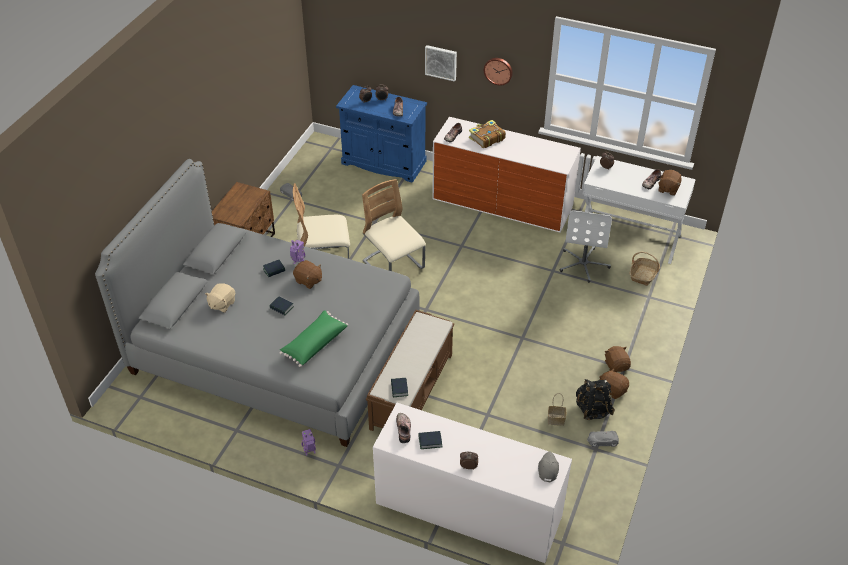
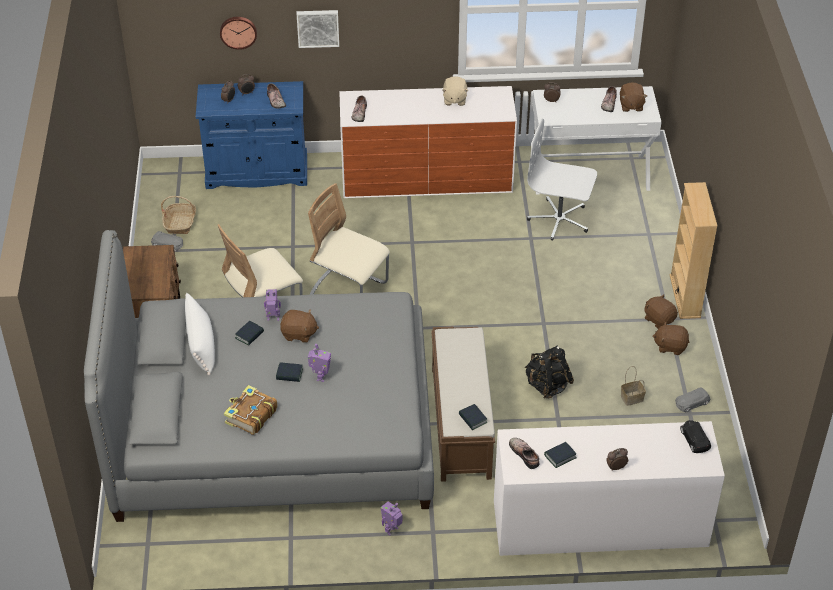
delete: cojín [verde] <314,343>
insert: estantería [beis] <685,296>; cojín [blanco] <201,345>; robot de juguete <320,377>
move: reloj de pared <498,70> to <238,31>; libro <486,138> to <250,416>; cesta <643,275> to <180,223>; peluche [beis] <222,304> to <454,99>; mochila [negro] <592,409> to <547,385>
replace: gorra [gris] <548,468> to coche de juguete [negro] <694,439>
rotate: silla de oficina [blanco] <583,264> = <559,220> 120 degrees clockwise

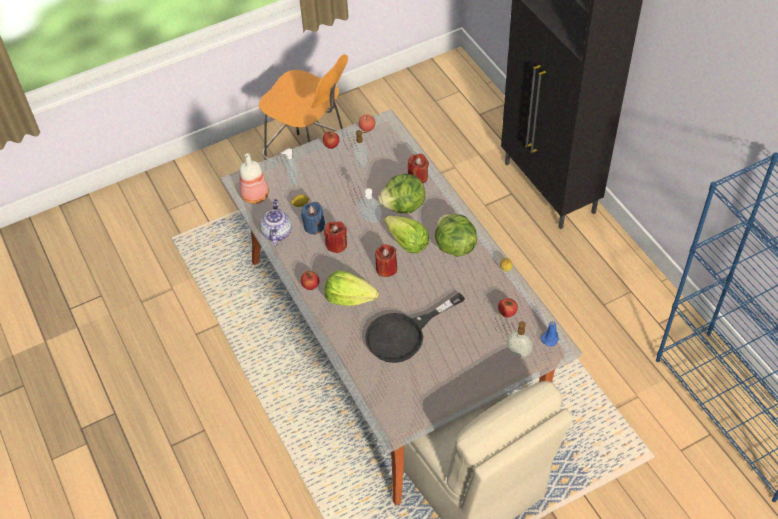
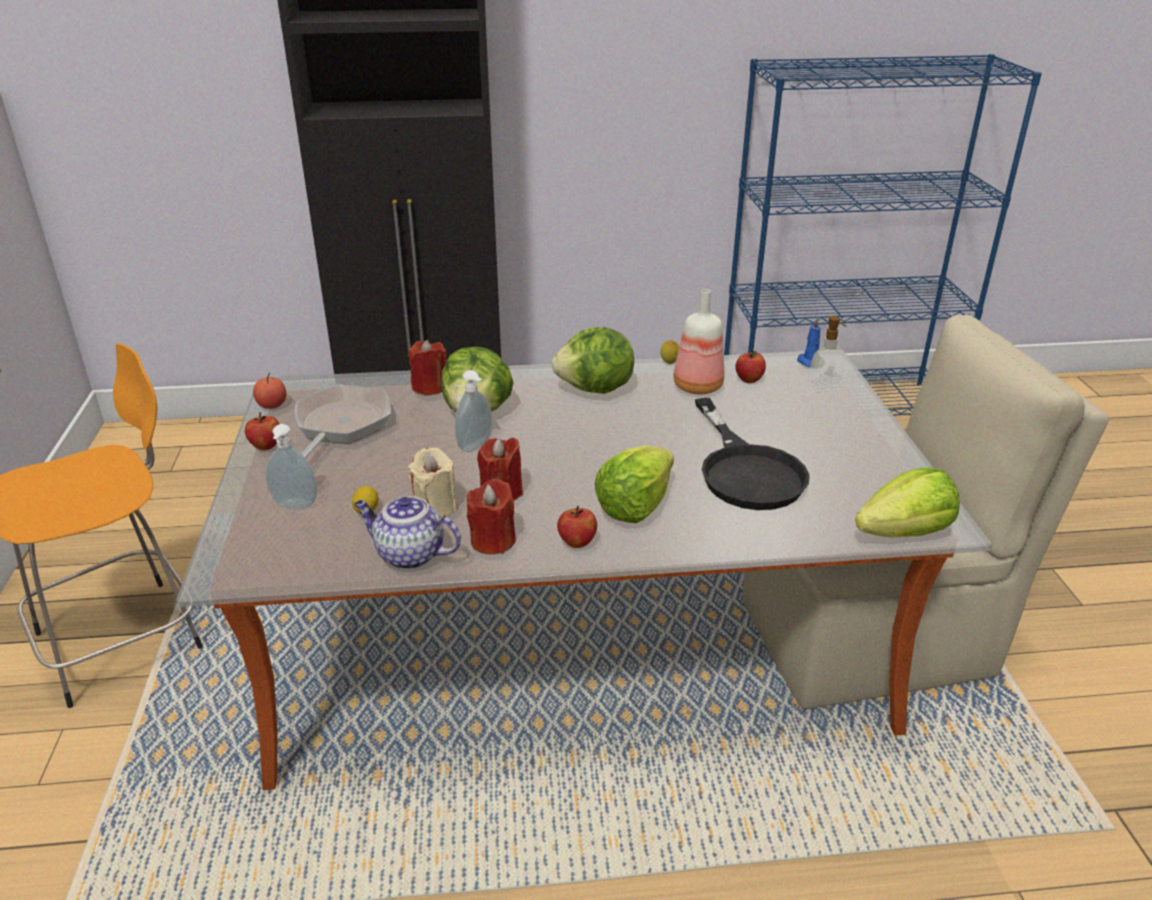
move: botella <254,195> to <696,387>; lechuga <407,243> to <904,533>; vela [rojo] <386,268> to <493,540>
replace: dispensador de jabón <361,162> to sartén <340,426>
recolor: vela [azul] <314,226> to vela [beis] <435,506>

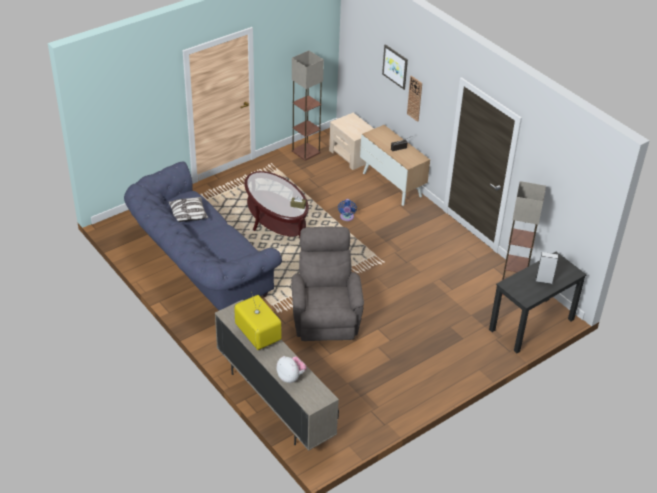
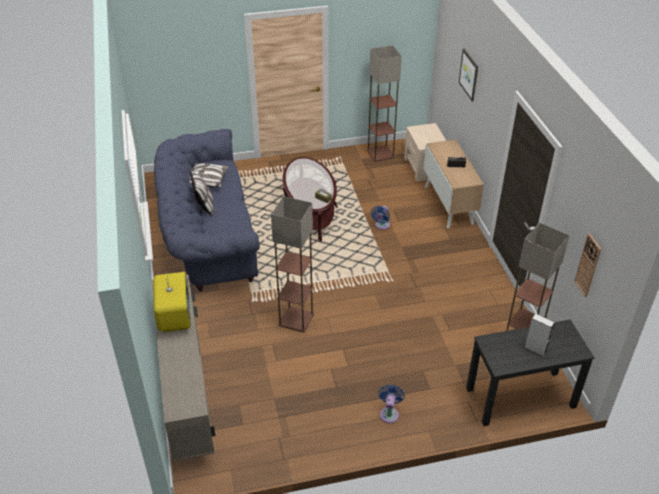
delete: peluche <291,377>
insert: cojín <204,206>; ventilador [azul] <389,413>
move: reloj de pared <415,98> to <588,265>
replace: sillón [gris] <325,316> to lámpara de pie <296,319>

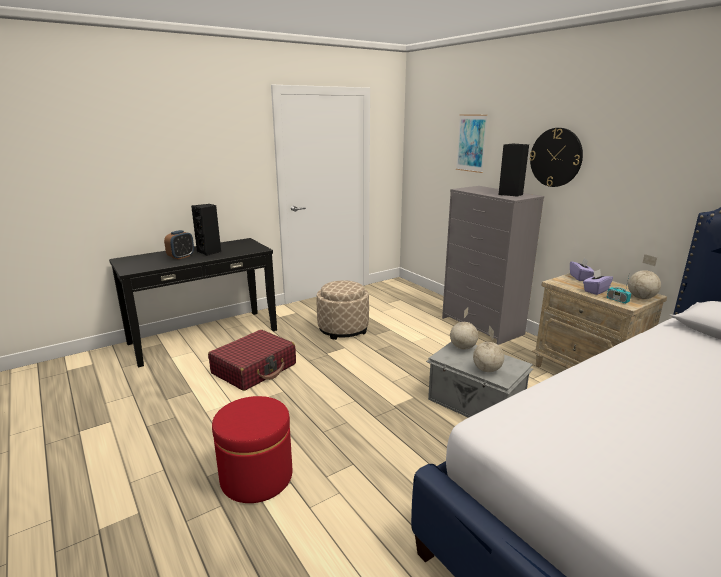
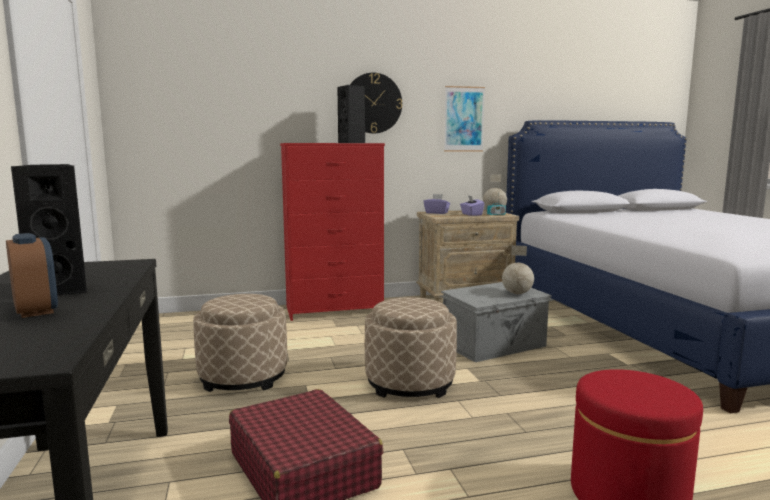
delete: globo terráqueo <462,348>
insert: puf [beis] <410,383>
move: cuadro <471,143> to <464,119>
recolor: cómoda [gris] <482,326> to cómoda [rojo] <335,310>

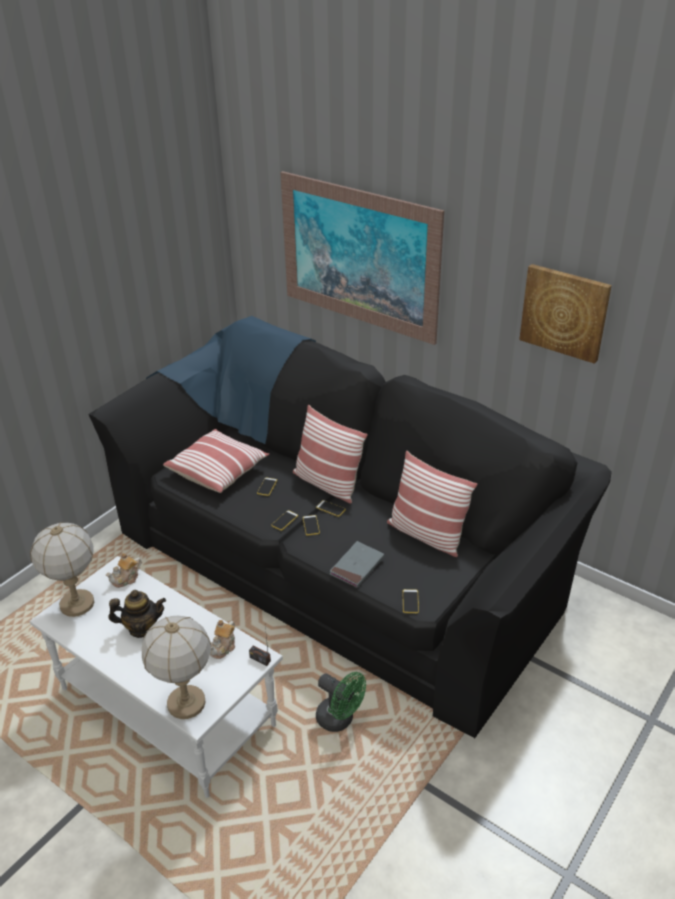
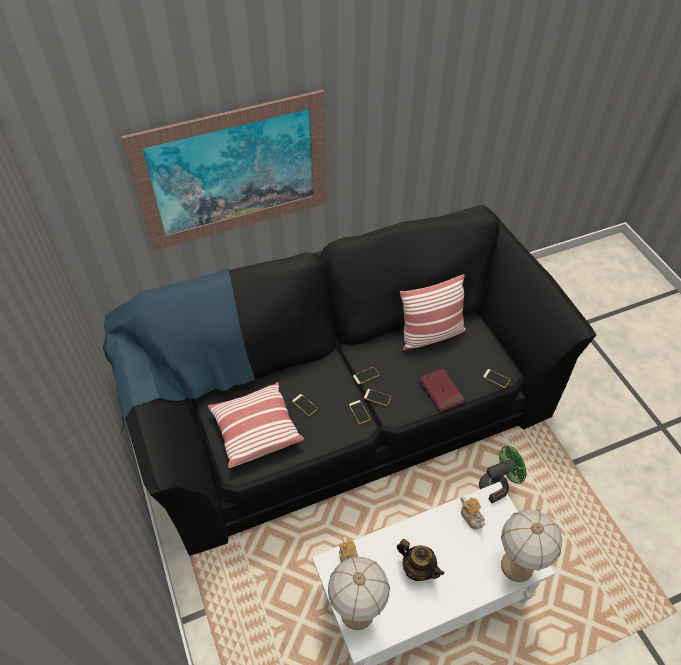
delete: cuadro <564,312>; cojín <327,484>
recolor: libro [gris] <357,566> to libro [rojo] <441,391>
rotate: tetera <142,628> = <417,569> 105 degrees clockwise

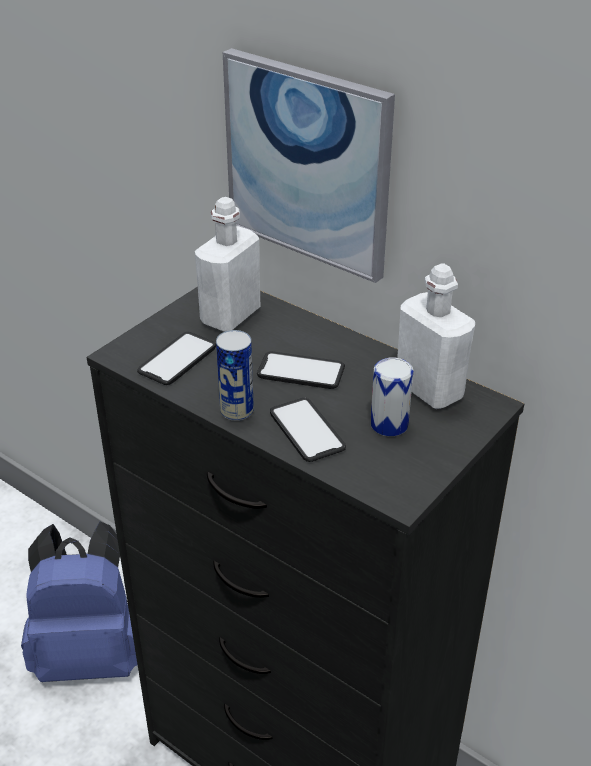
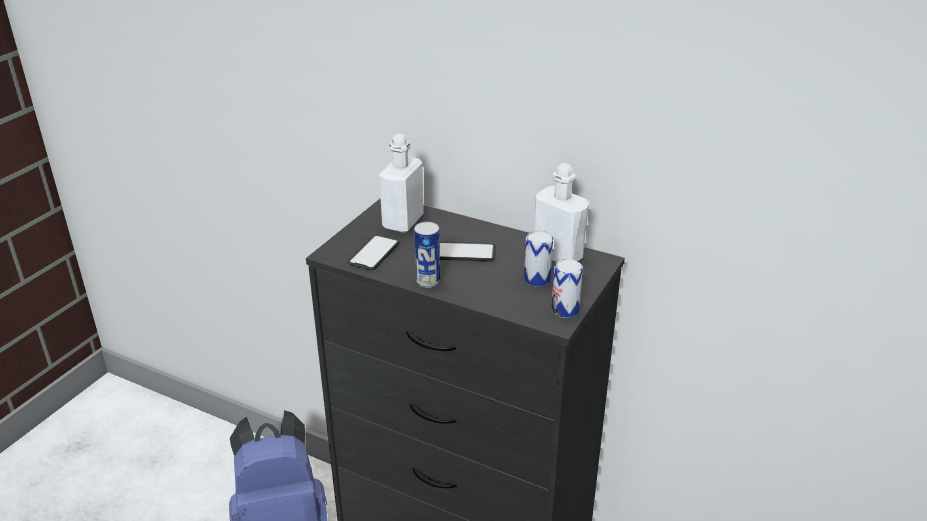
delete: cuadro <308,164>; móvil <307,430>
insert: lata <565,310>

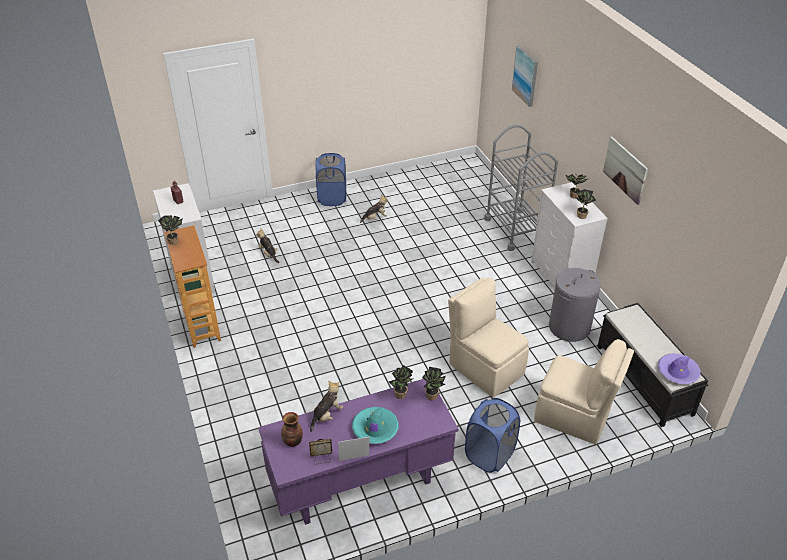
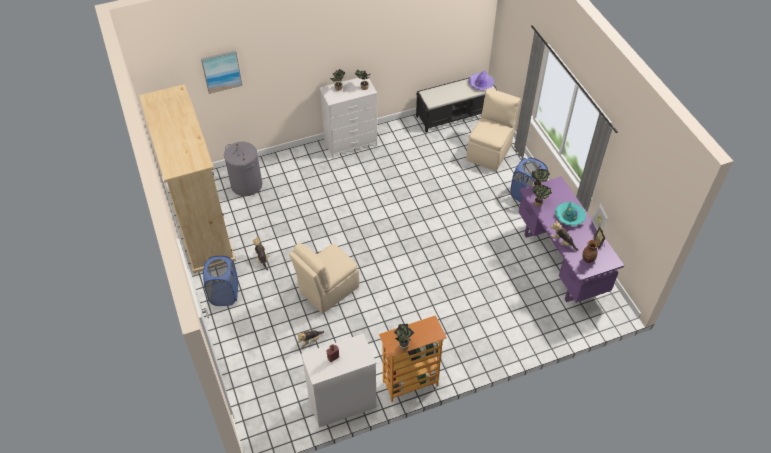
delete: carrito [gris] <515,229>; cuadro <625,170>
insert: armario ropero [beis] <201,225>
move: cesto de la ropa [gris] <569,327> to <246,185>; silla [beis] <485,368> to <327,290>

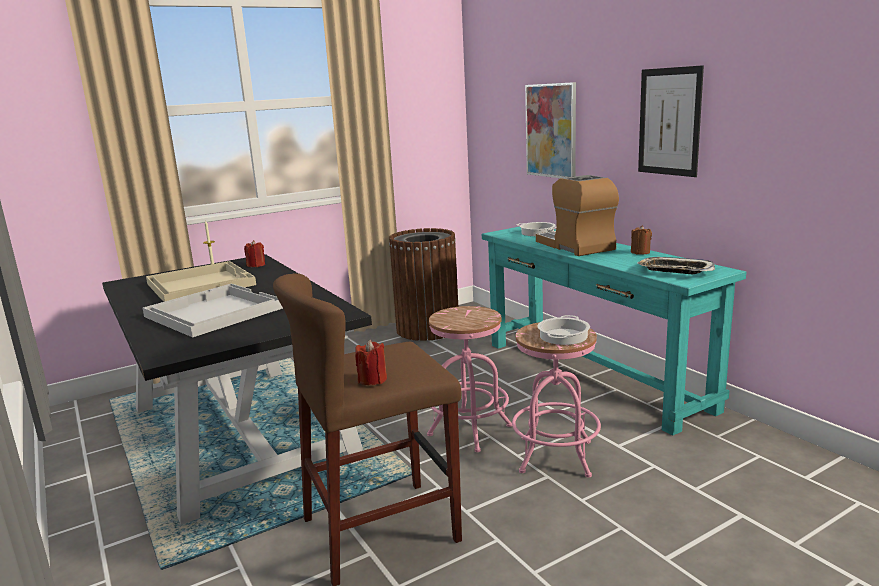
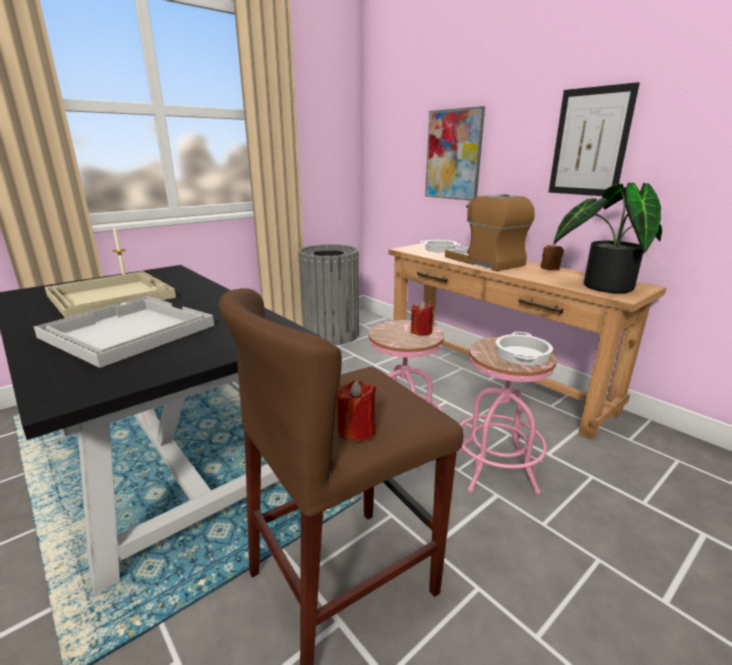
move: vela [rojo] <256,265> to <421,331>
replace: bandeja <675,270> to planta en maceta <601,286>
recolor: mesa consola [turquesa] <592,374> to mesa consola [marrón] <491,377>; papelera [marrón] <428,329> to papelera [gris] <331,334>

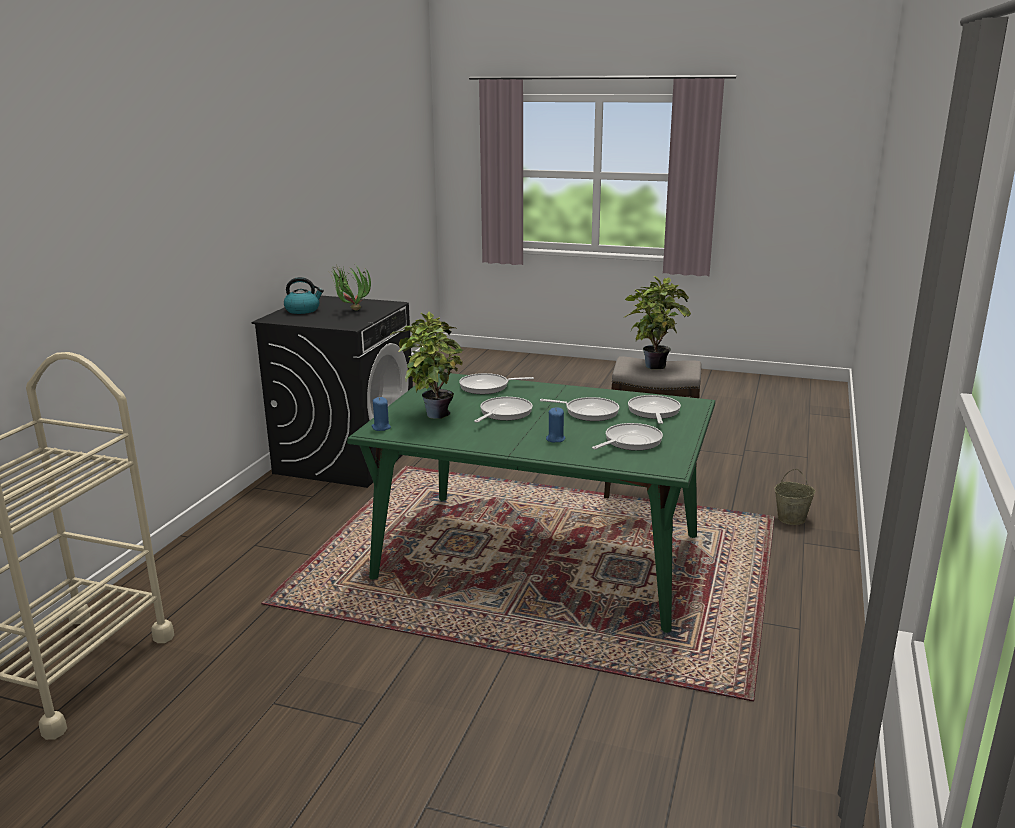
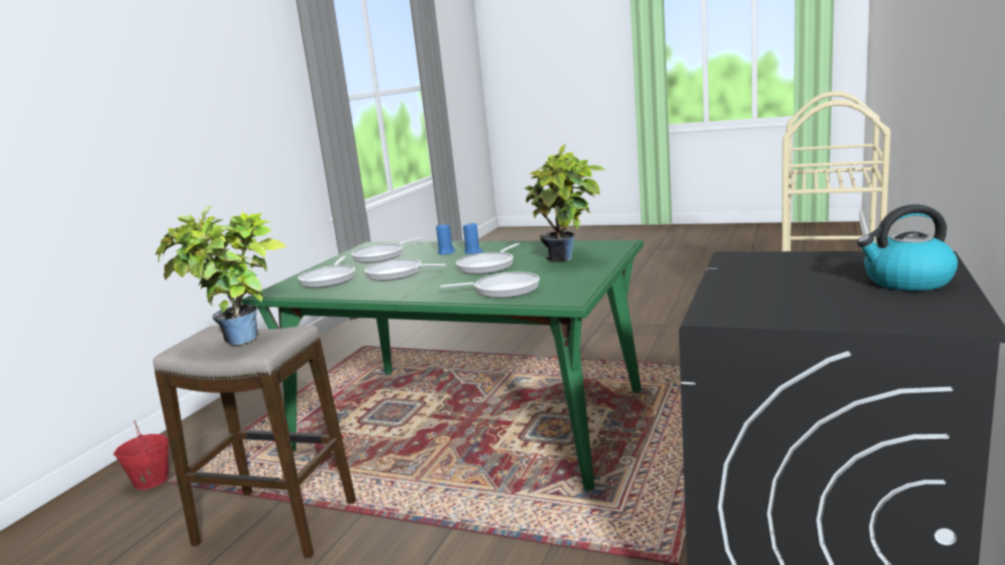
delete: planta en maceta <350,311>
move: vela [azul] <381,427> to <473,252>
recolor: cubo [beis] <792,519> to cubo [rojo] <150,481>

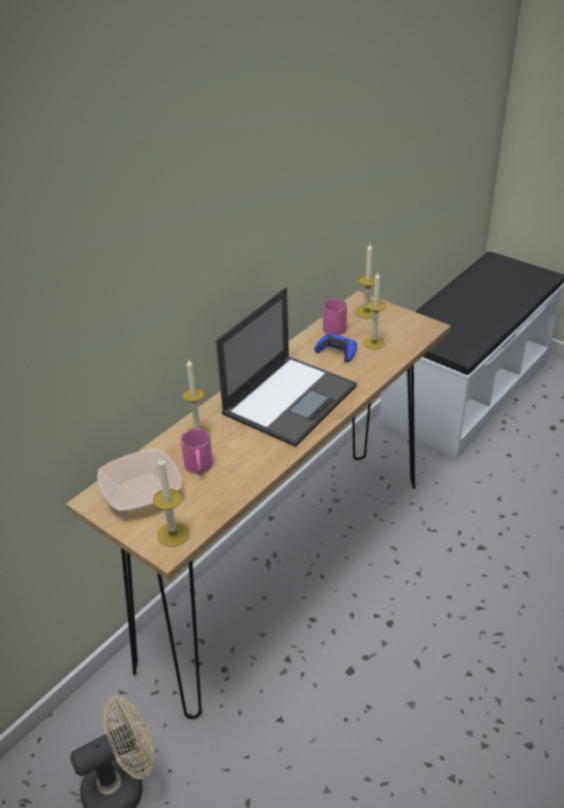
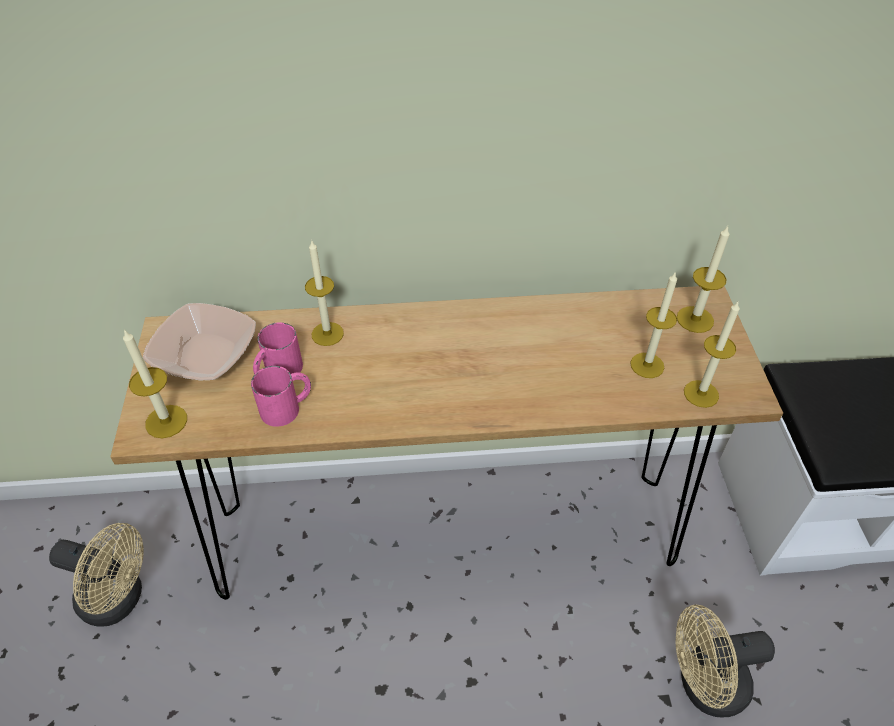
delete: portátil <290,399>; mando de consola [azul] <337,351>
insert: vela <701,394>; ventilador [beis] <703,685>
move: taza grande [rosa] <335,326> to <287,407>

